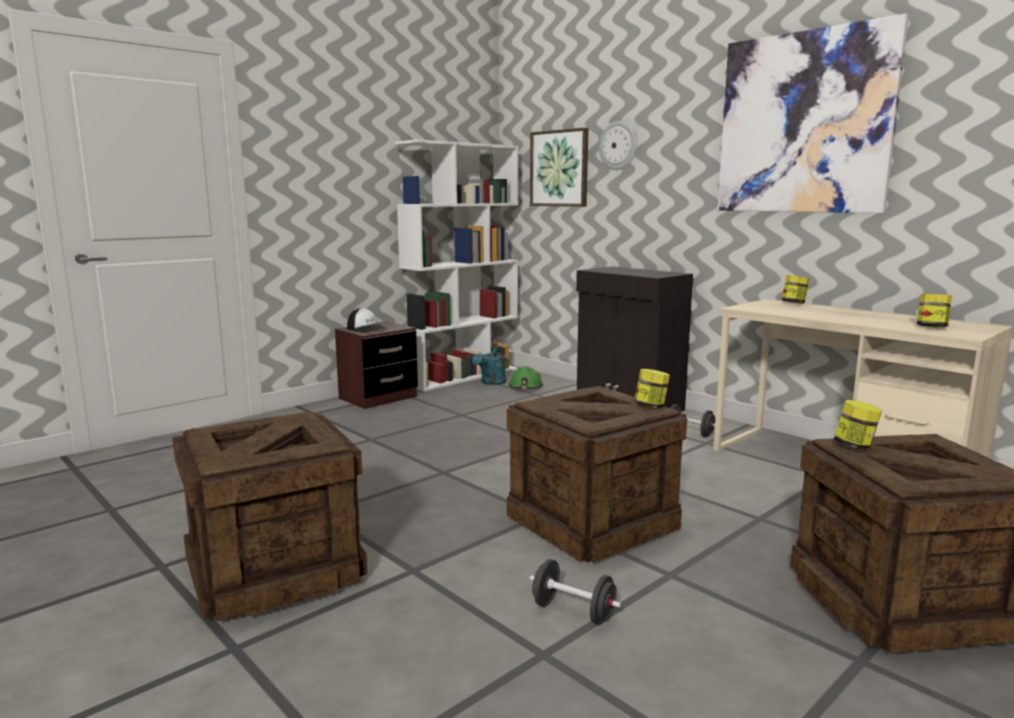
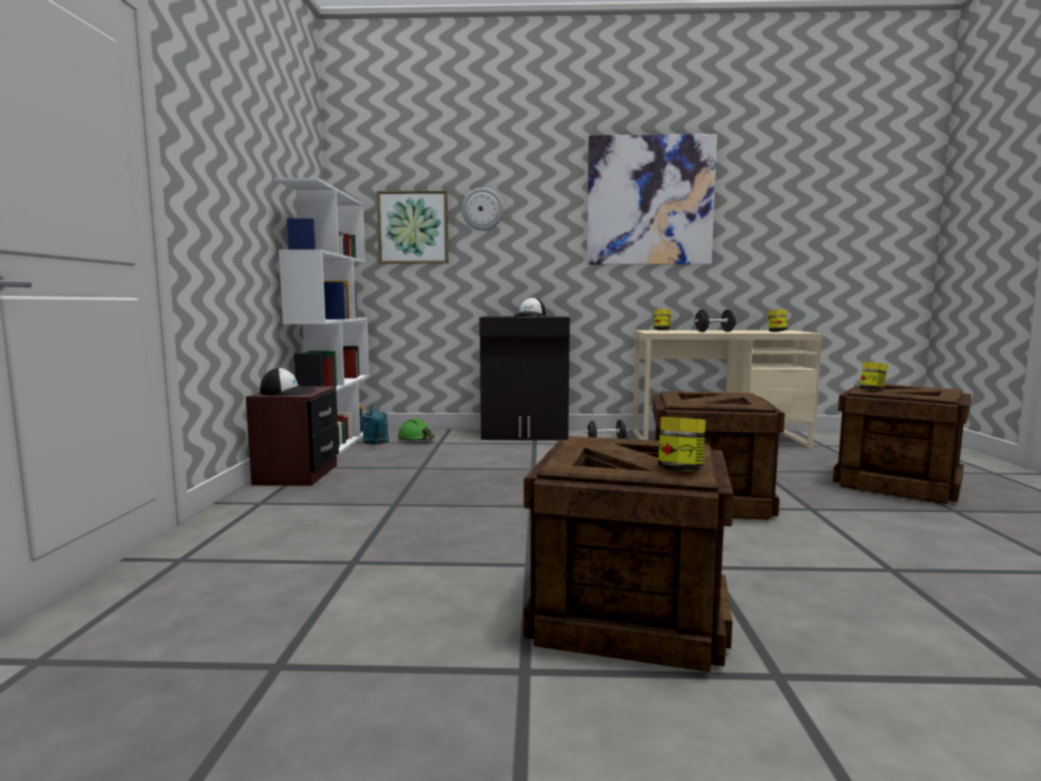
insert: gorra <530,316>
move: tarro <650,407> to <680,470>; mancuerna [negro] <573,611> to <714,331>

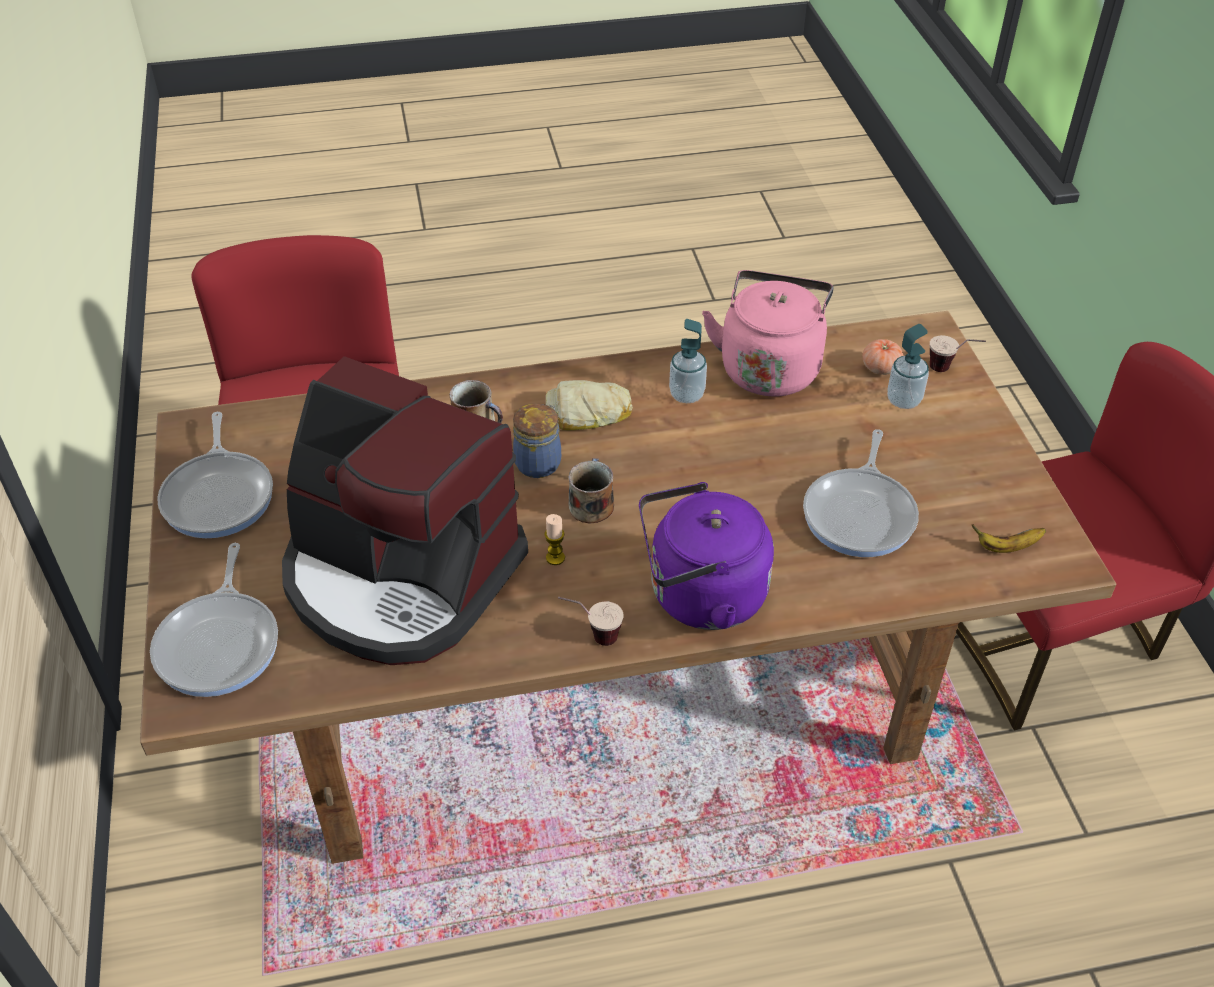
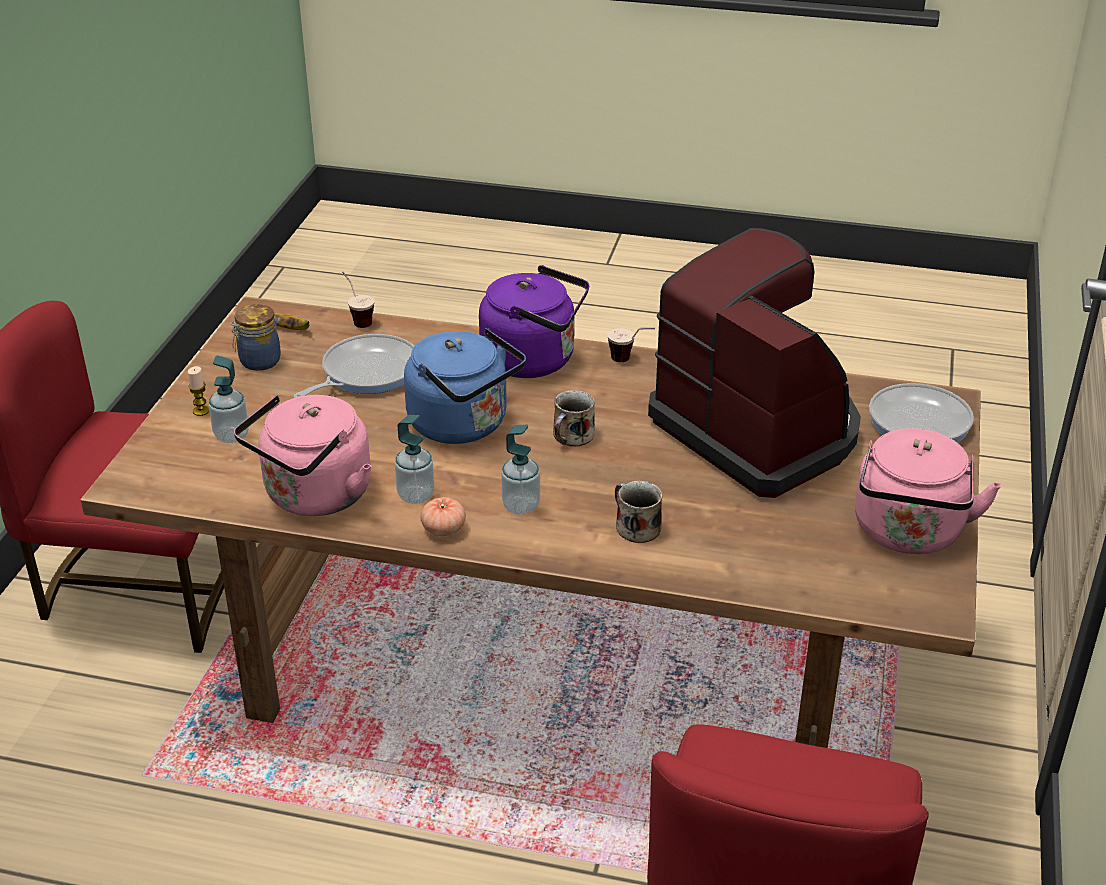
insert: hervidor [azul] <464,425>
move: taza <950,370> to <357,319>; tomate <880,368> to <443,529>; tarro <539,462> to <258,362>; vela <555,558> to <201,411>
replace: pan <589,413> to dispensador de jabón <521,506>; sartén <219,495> to hervidor [rosa] <908,534>

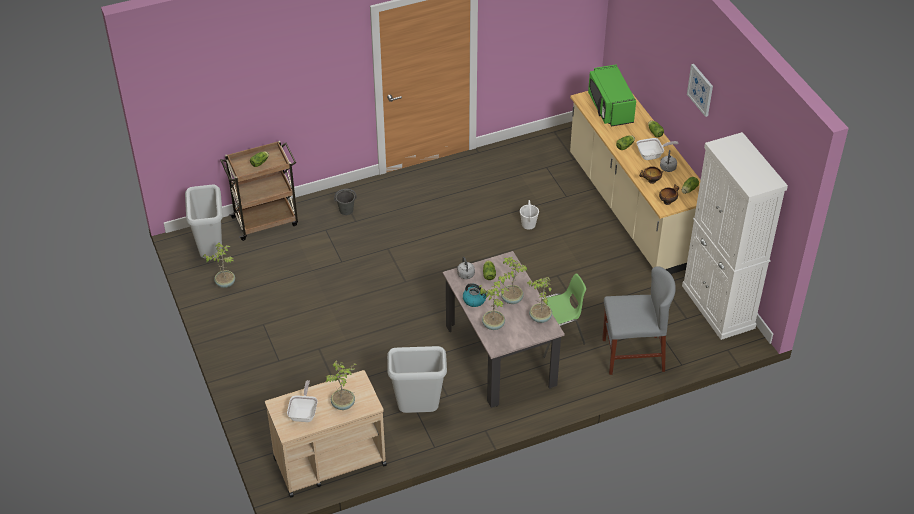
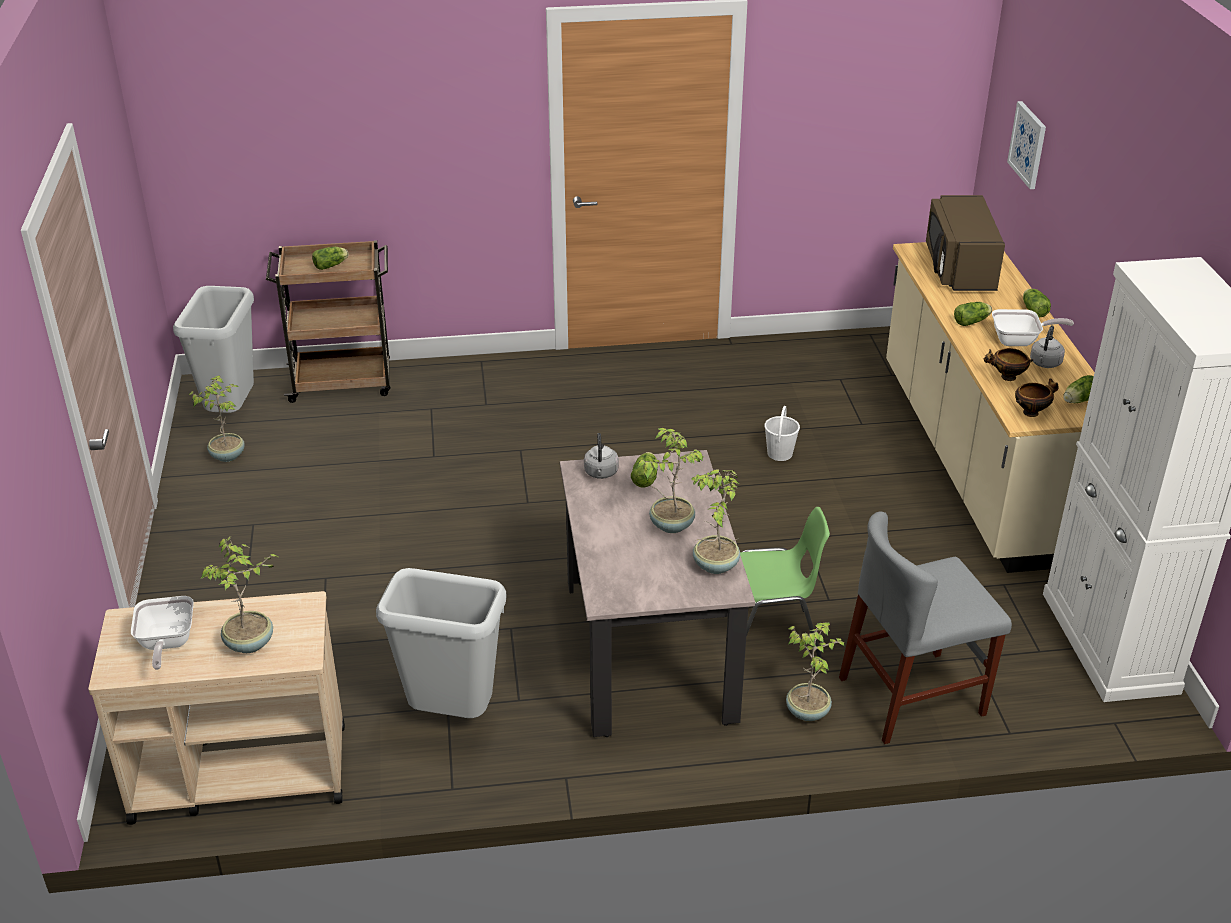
delete: cubo [gris] <346,210>; hervidor <474,300>
move: cuadro <700,89> to <1028,144>; planta en maceta <493,324> to <808,711>
recolor: microondas [verde] <609,108> to microondas [marrón] <959,268>
rotate: silla [gris] <633,355> = <912,696> 150 degrees clockwise; sartén <304,412> = <166,644> 150 degrees clockwise

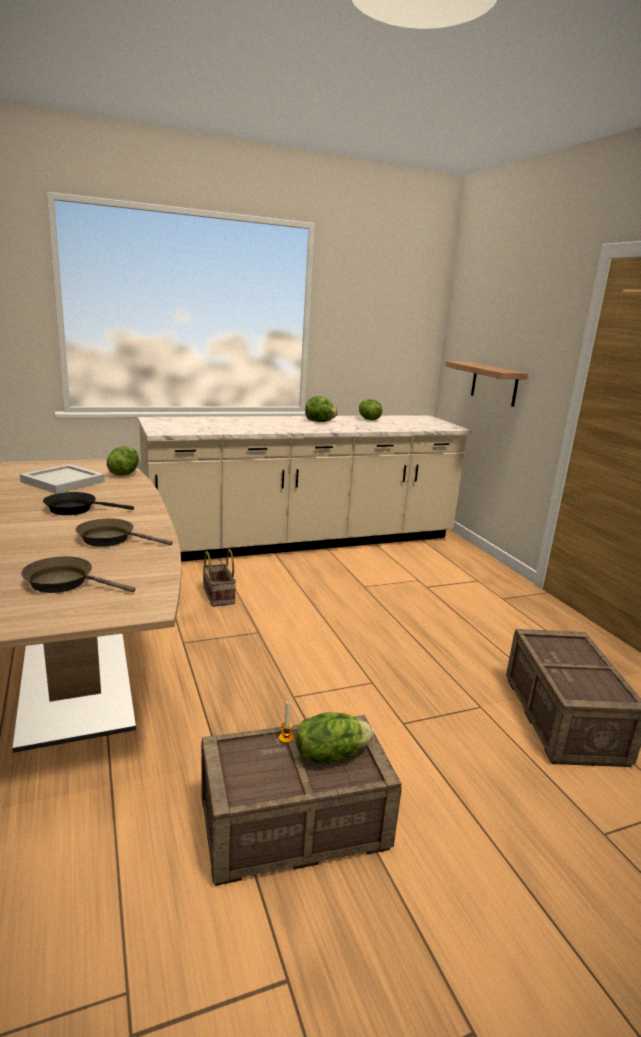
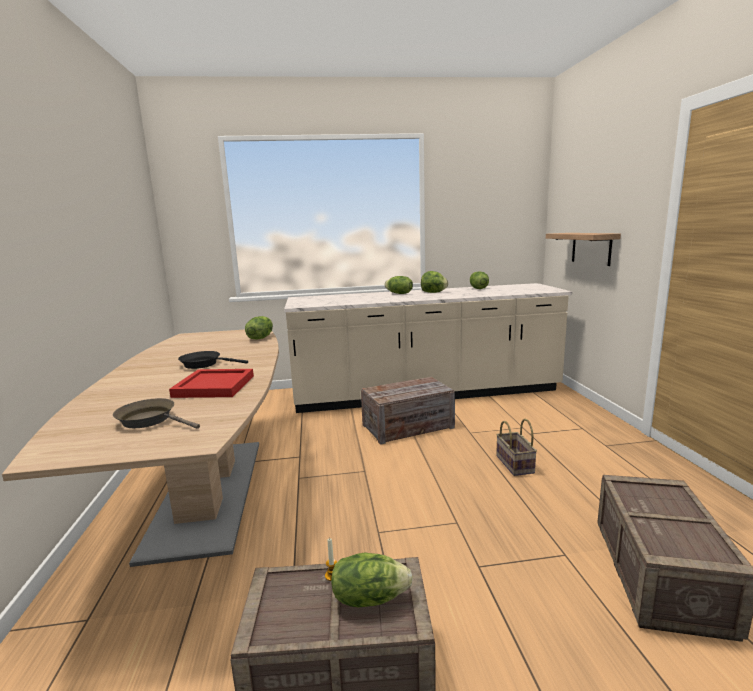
delete: bandeja [blanco] <63,481>
insert: lechuga <399,293>; caja de embalaje <408,426>
move: cesta <217,595> to <513,464>
replace: sartén [marrón] <111,539> to bandeja [rojo] <214,386>

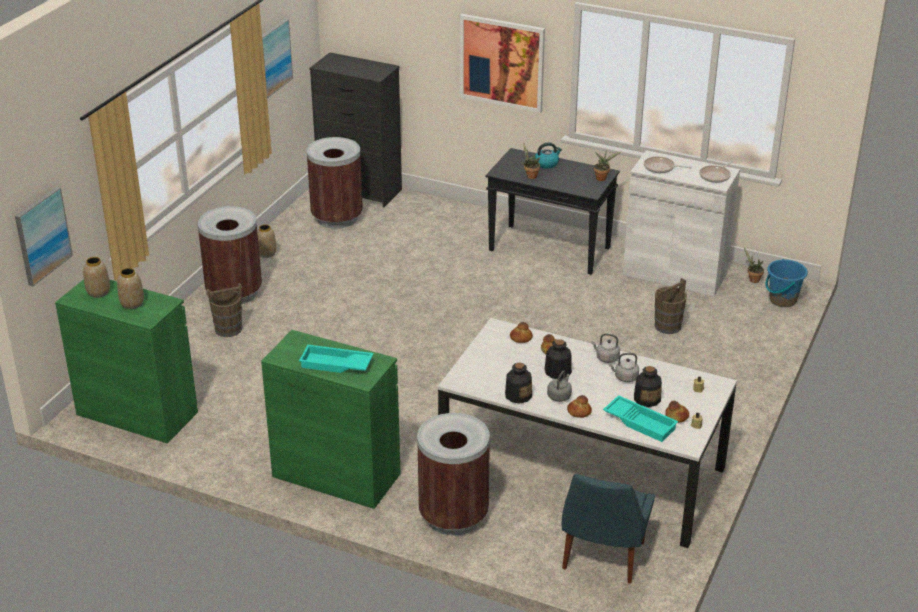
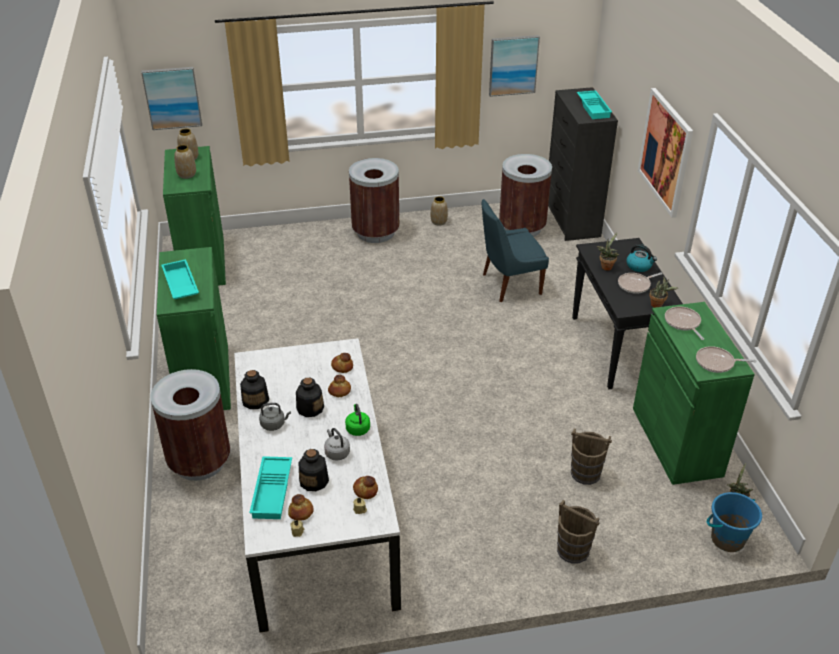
insert: bandeja [turquesa] <594,108>; sartén <635,285>
move: cubo [marrón] <228,329> to <573,550>; pan <579,412> to <366,490>; silla [azul] <602,558> to <509,284>
recolor: armario [blanco] <675,274> to armario [verde] <676,441>; hervidor [gris] <606,358> to hervidor [verde] <357,428>

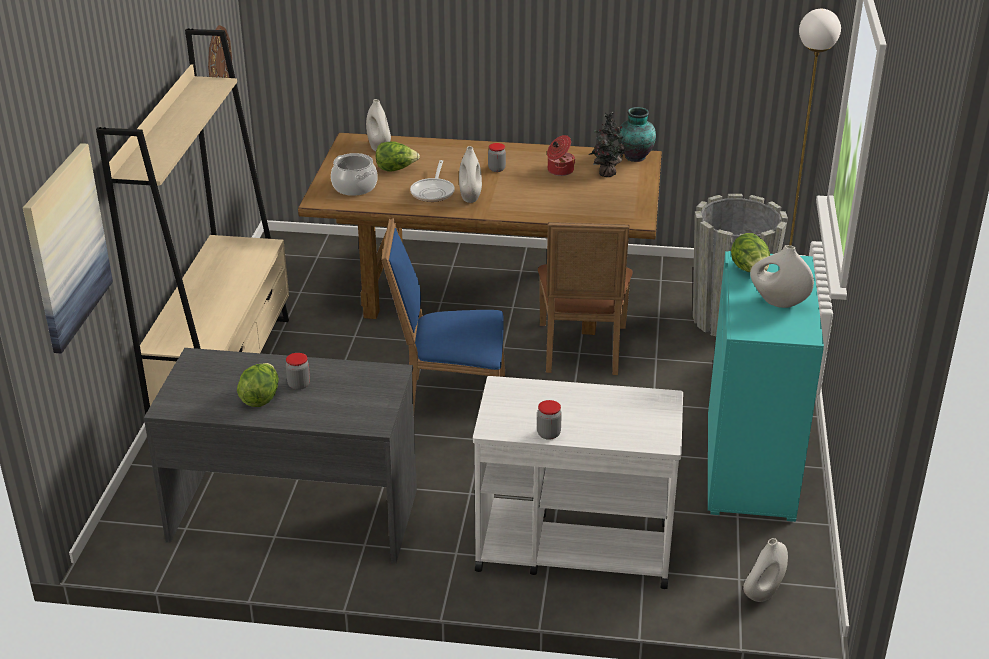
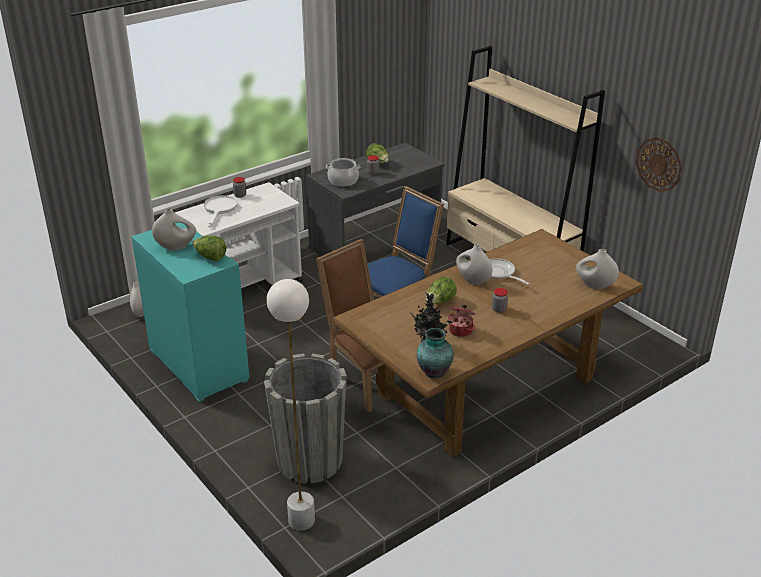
delete: cuadro <66,247>
insert: sartén [blanco] <220,209>
move: lechuga <396,169> to <440,302>; olla <354,187> to <343,180>

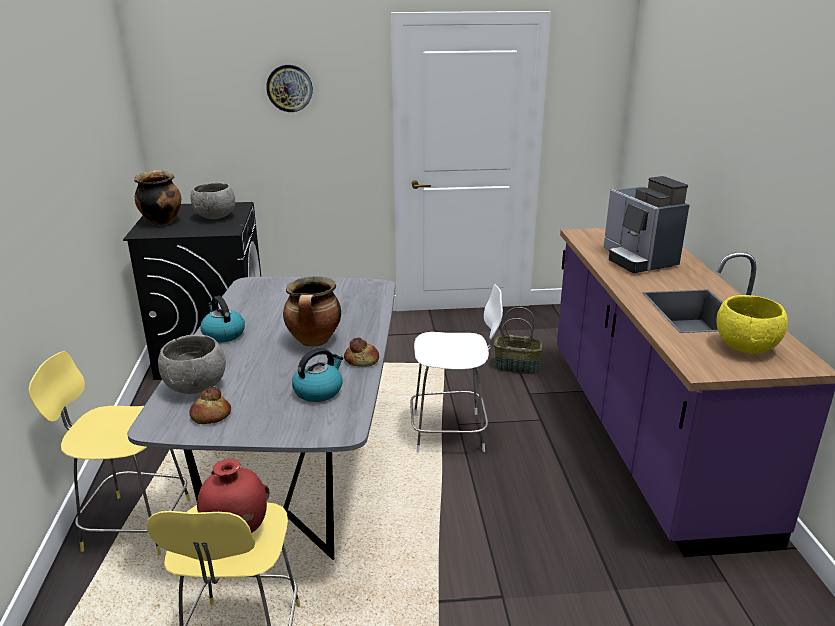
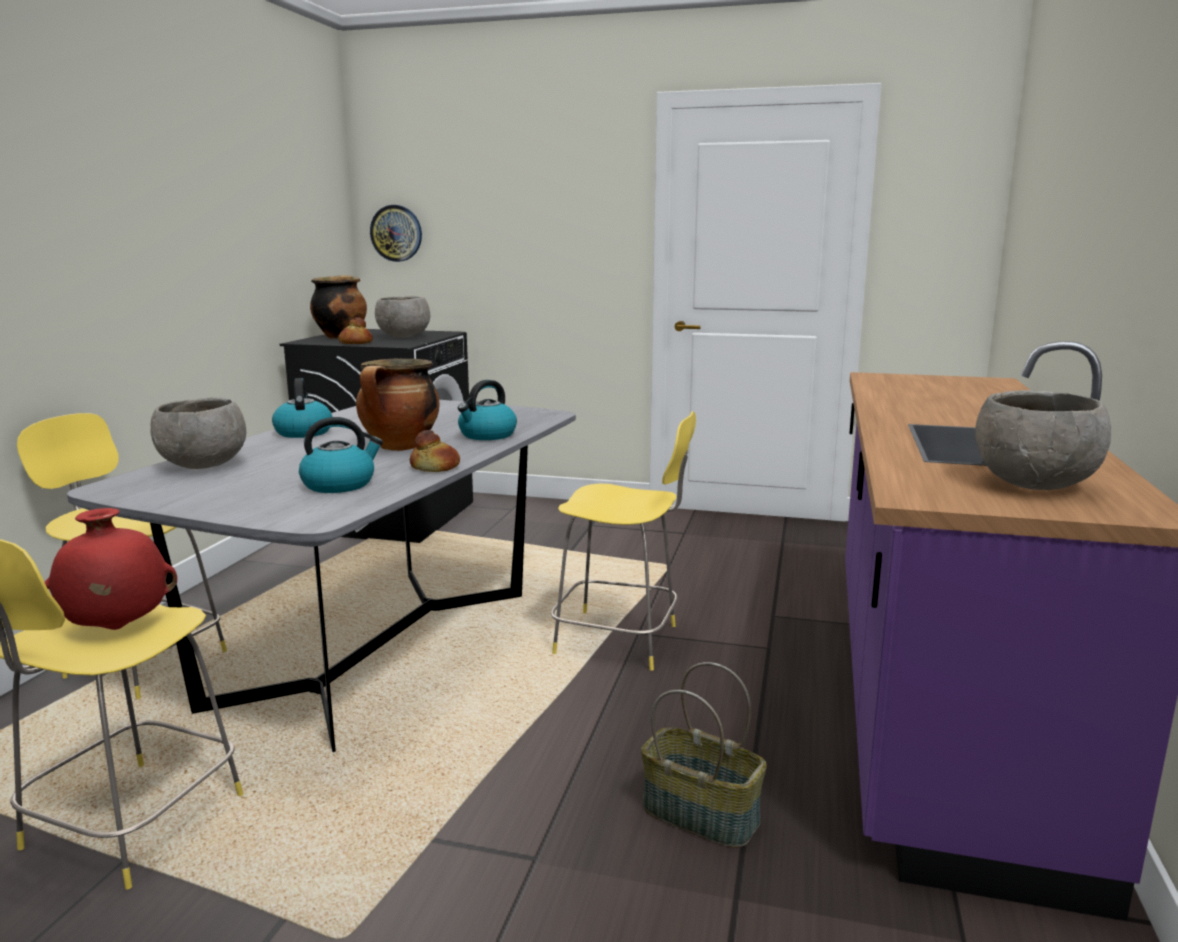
delete: cafetera <638,260>
insert: hervidor <487,435>
move: reloj de pared <289,88> to <396,233>; cesta <517,366> to <702,814>; pan <210,416> to <355,343>
recolor: taburete [blanco] <451,432> to taburete [amarillo] <621,641>; cuenco [amarillo] <744,347> to cuenco [gris] <1031,485>

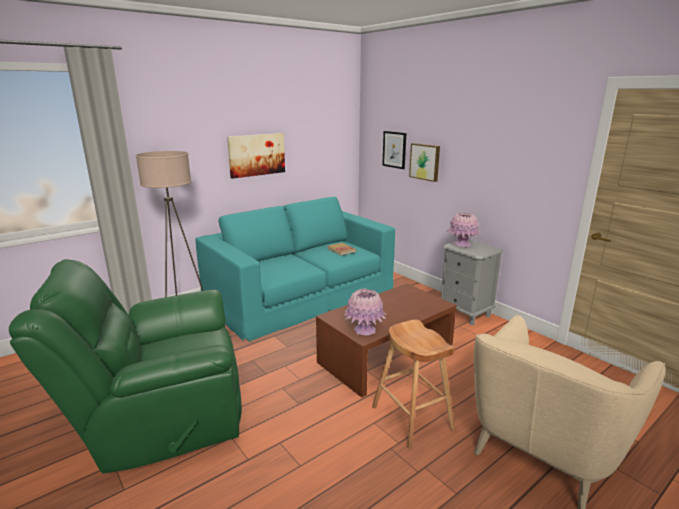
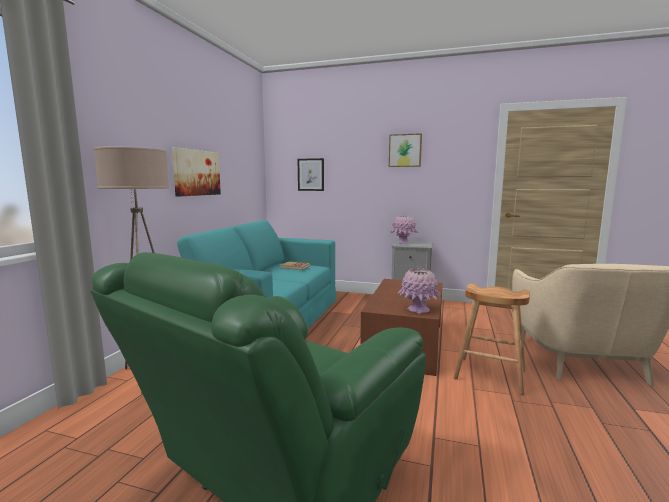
move: cuadro <425,162> to <405,150>

